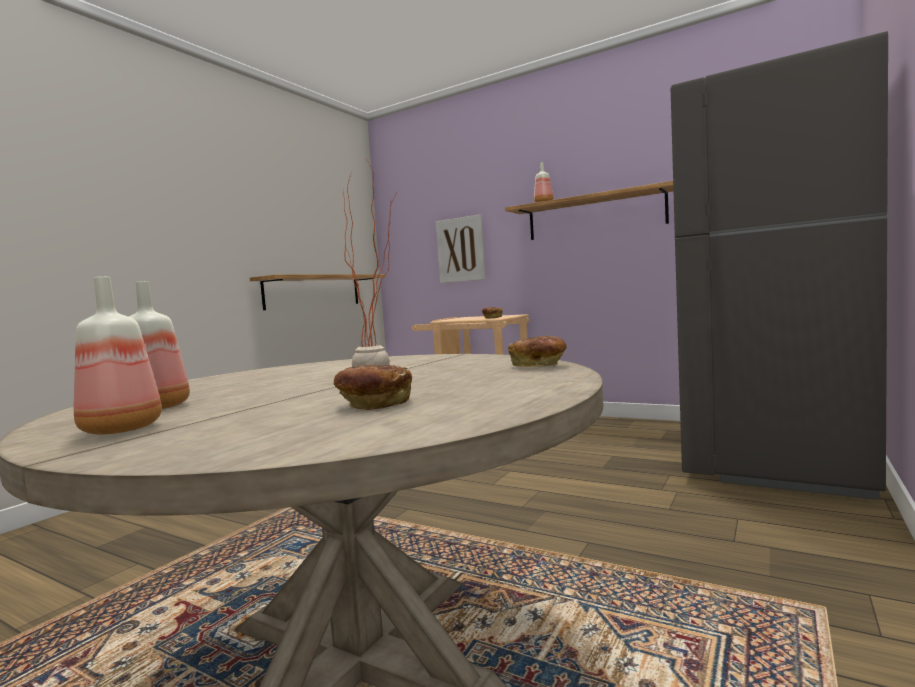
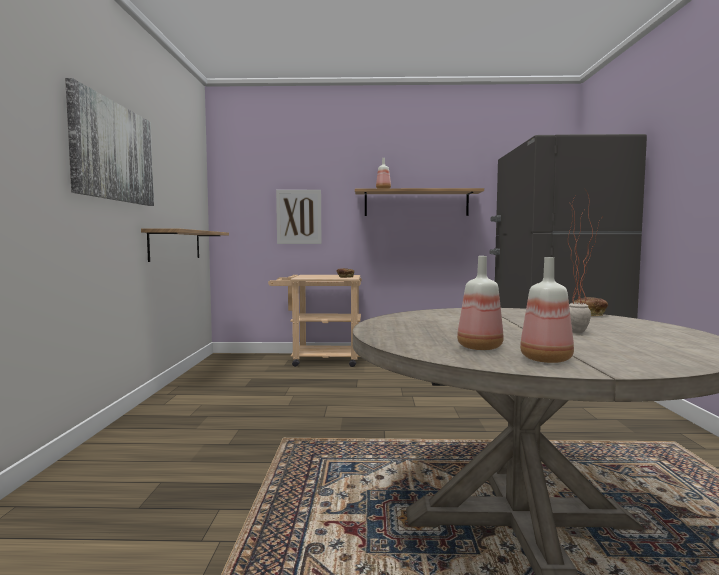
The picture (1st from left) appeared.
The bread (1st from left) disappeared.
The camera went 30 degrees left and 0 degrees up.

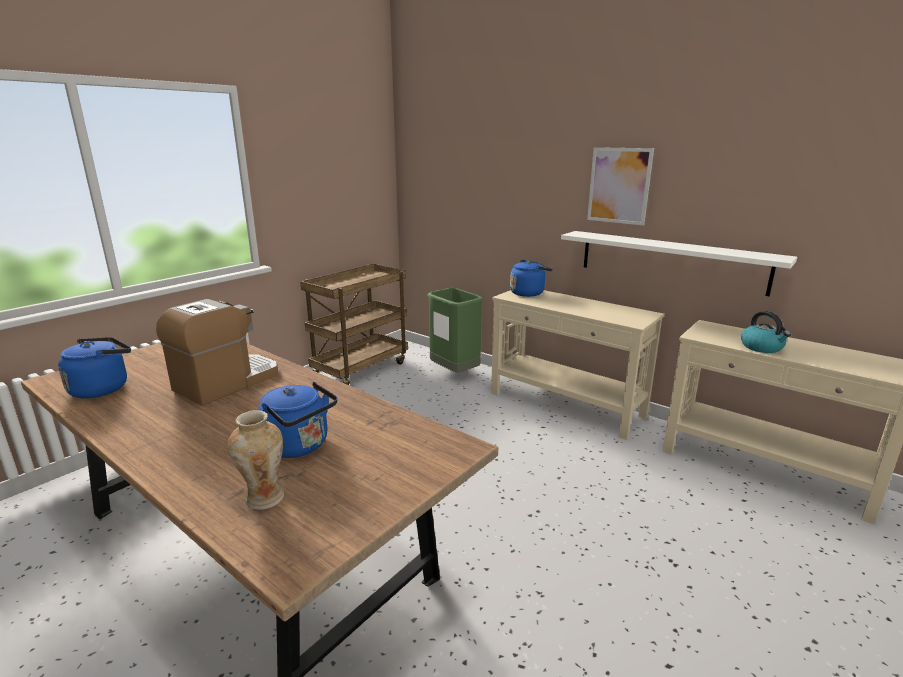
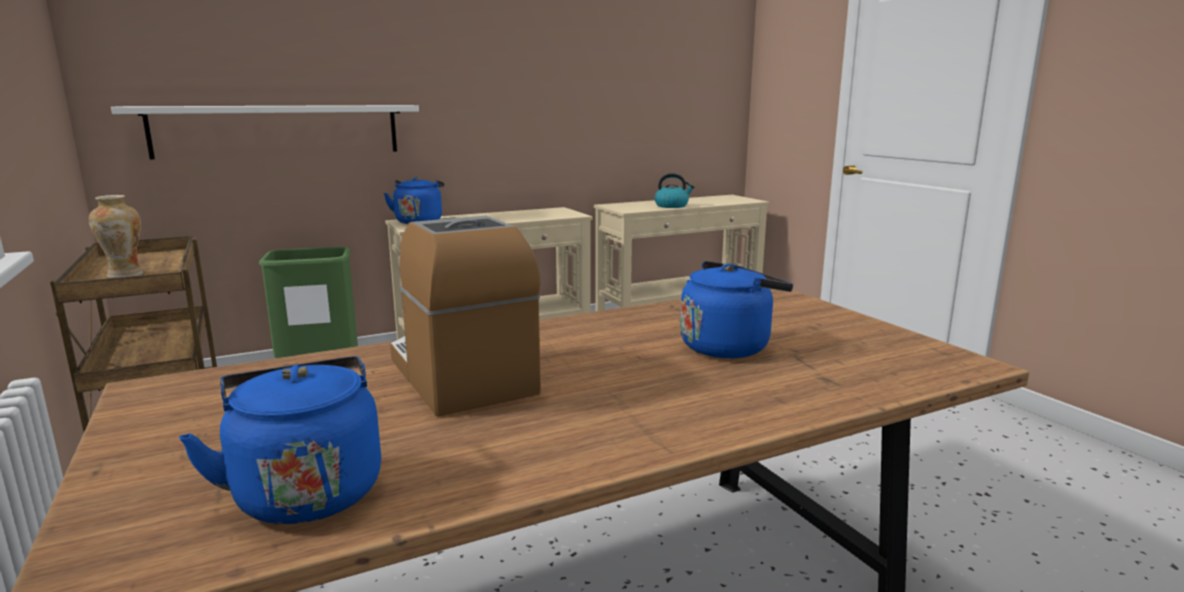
The vase moved.
The white shelf moved.
The picture disappeared.
The camera went 65 degrees left and 5 degrees down.

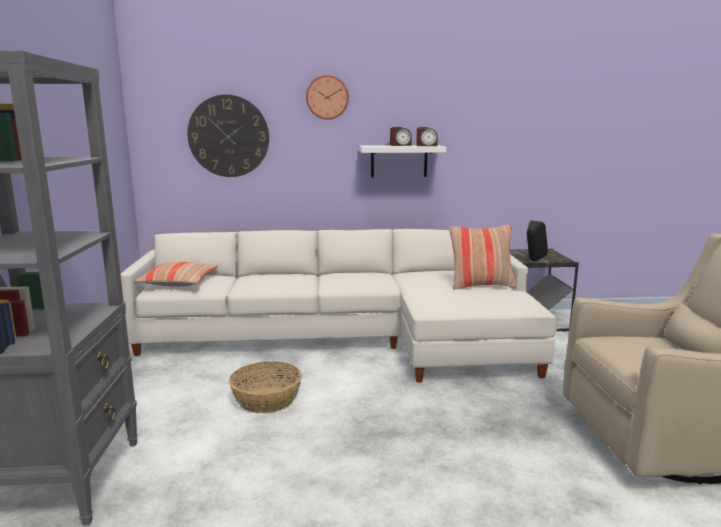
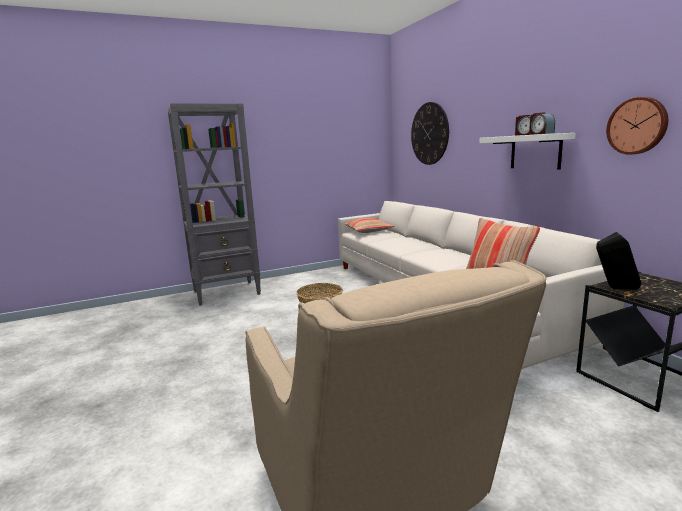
The wall clock (2nd from left) moved.
The camera went 70 degrees right and 0 degrees up.

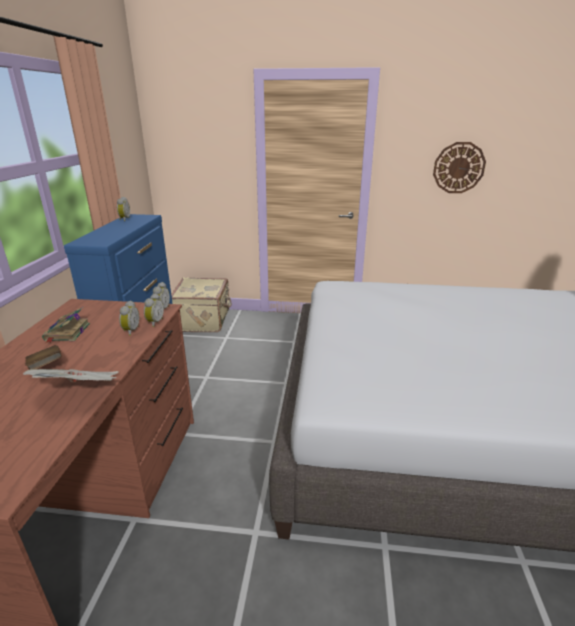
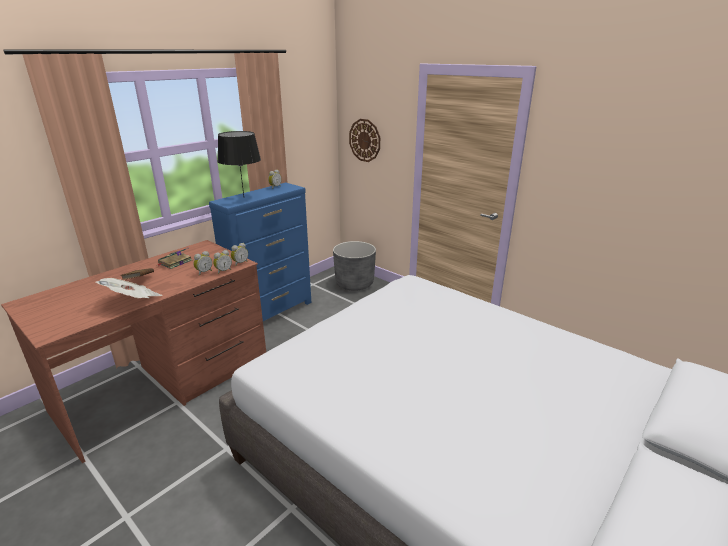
The black table lamp appeared.
The beige suitcase was replaced by the grey planter.
The wall clock moved.
The camera went 35 degrees right and 0 degrees up.

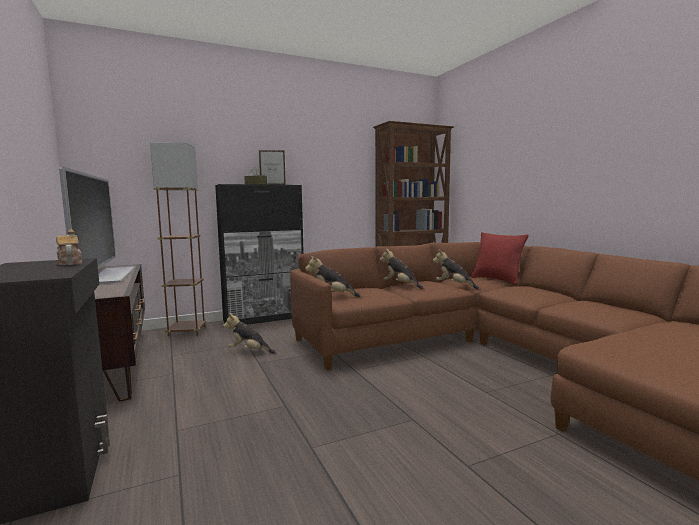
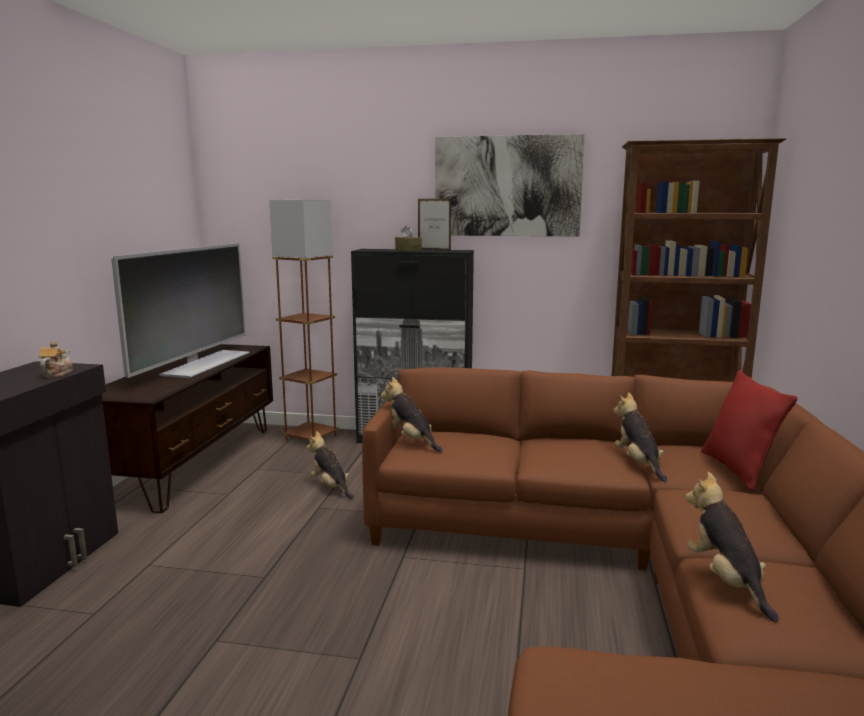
The picture appeared.
The plush toy (3rd from left in the first image) moved.
The camera went 35 degrees right and 5 degrees up.

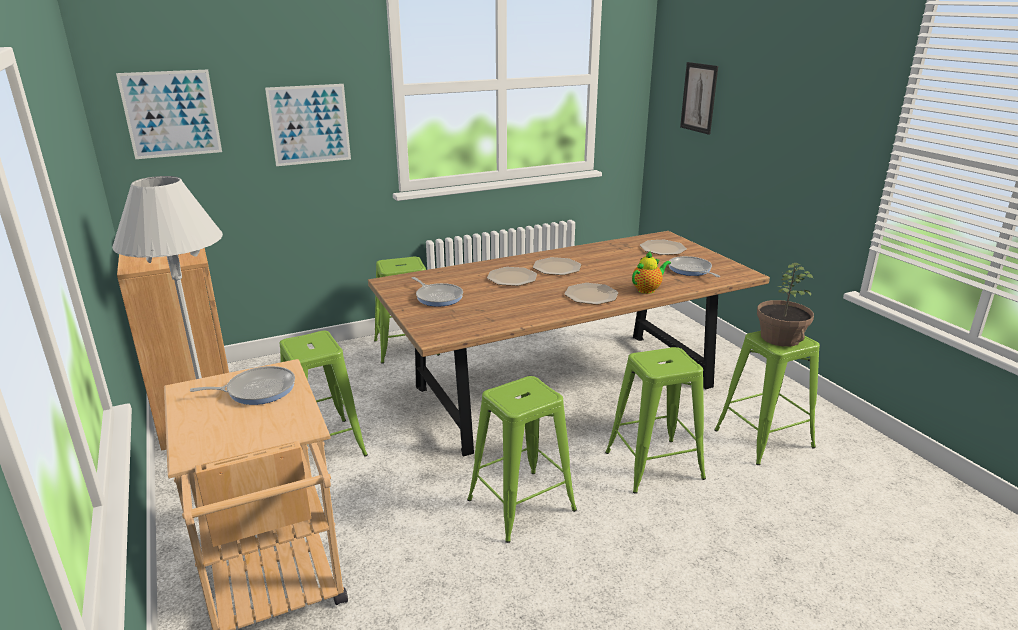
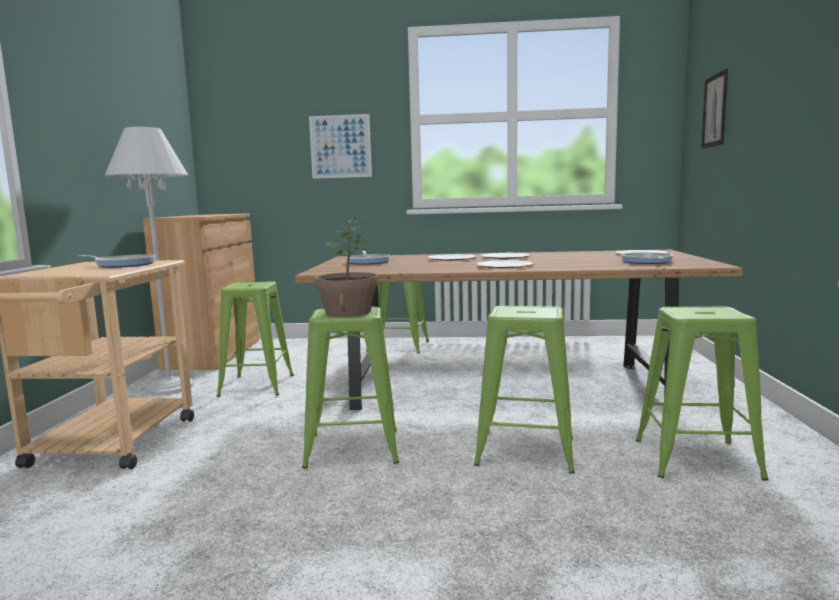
The potted plant moved.
The picture (1st from left) disappeared.
The teapot disappeared.
The camera went 30 degrees right and 15 degrees down.

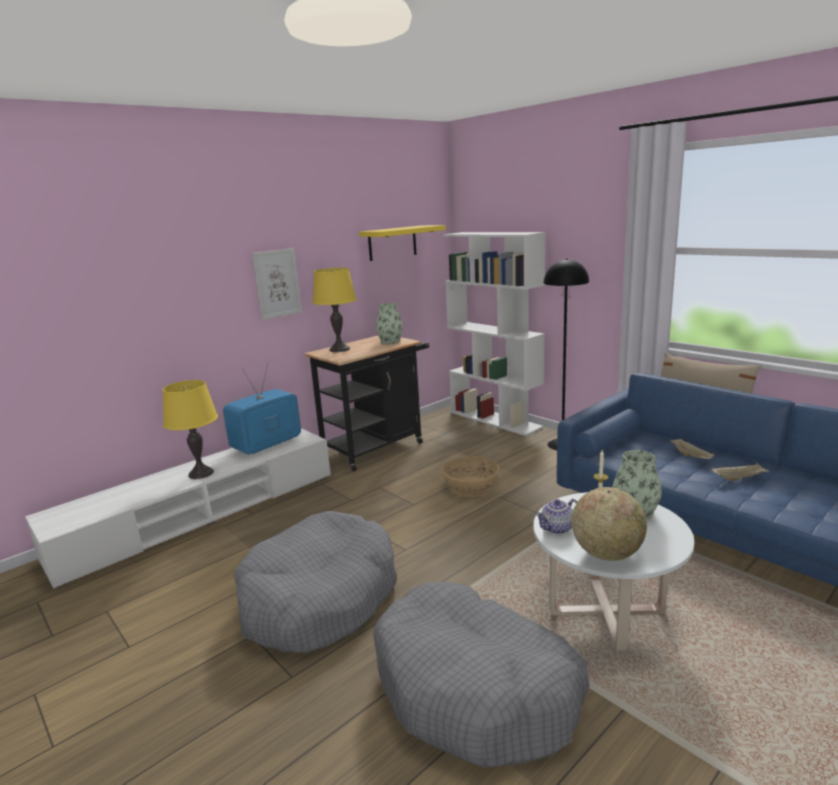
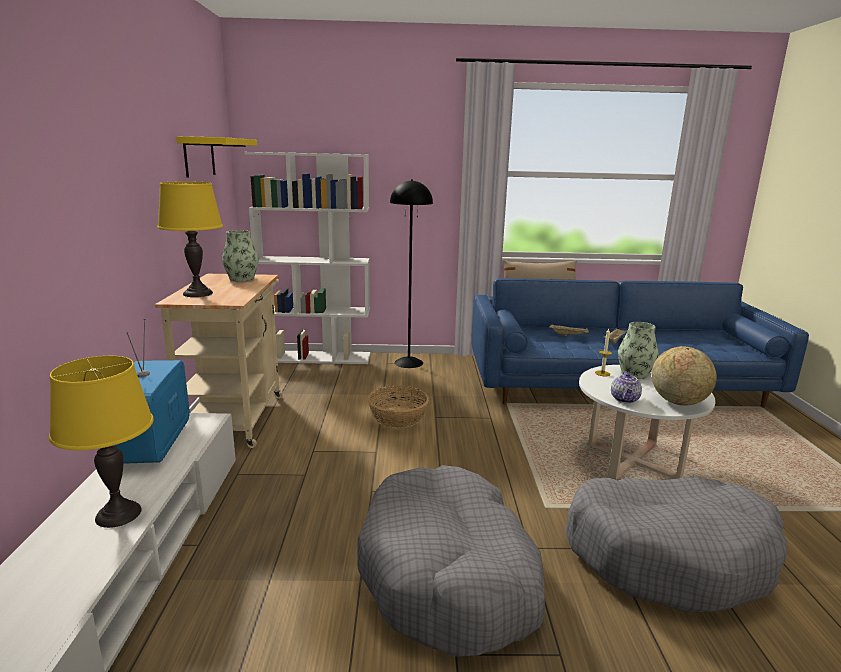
The black cart became the beige cart.
The picture disappeared.
The camera went 50 degrees left and 0 degrees up.

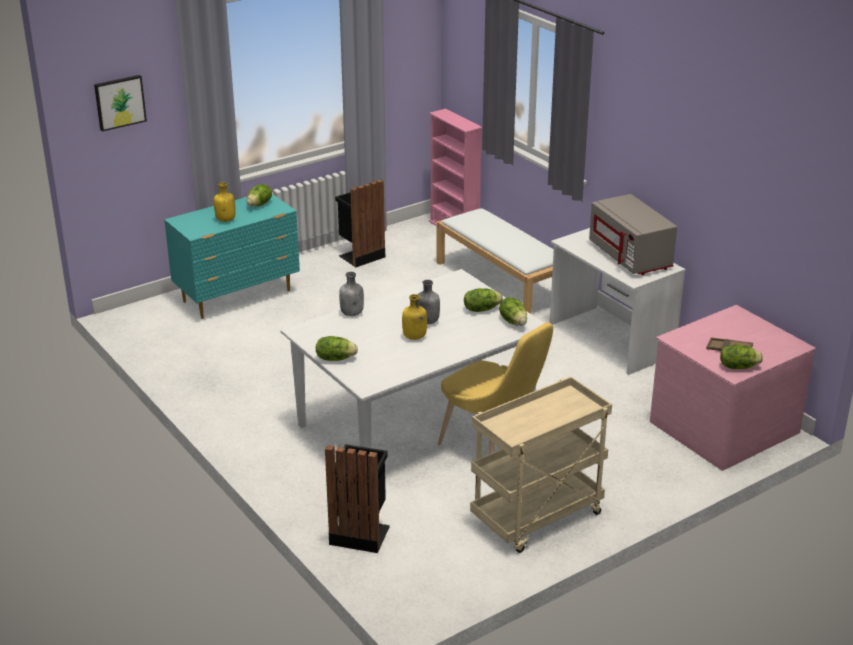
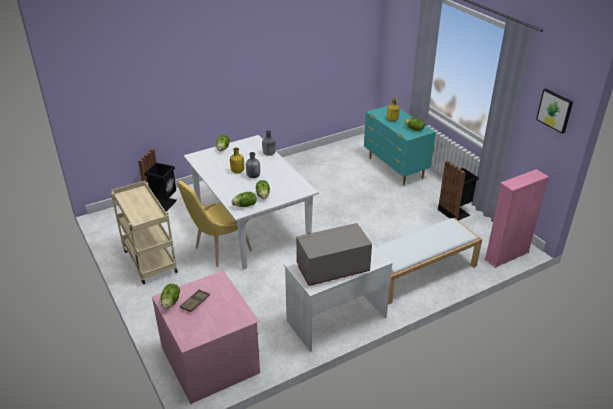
The picture moved.
The camera went 95 degrees right and 5 degrees up.

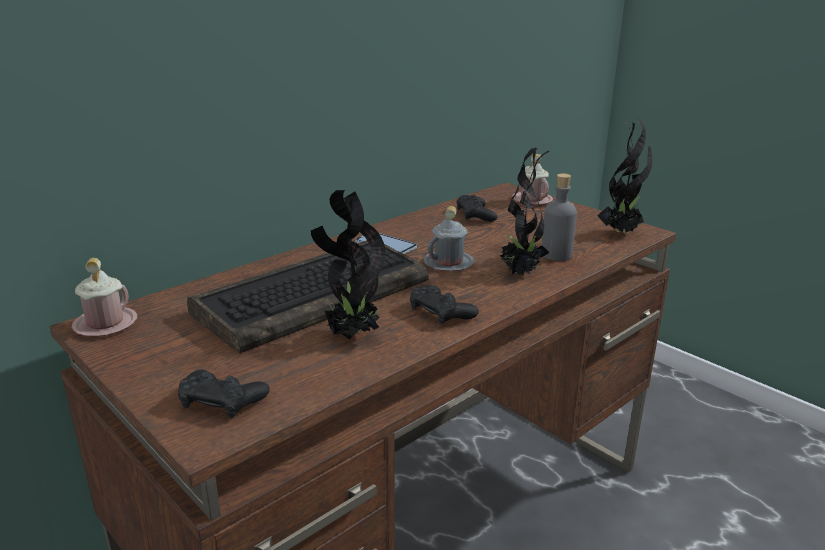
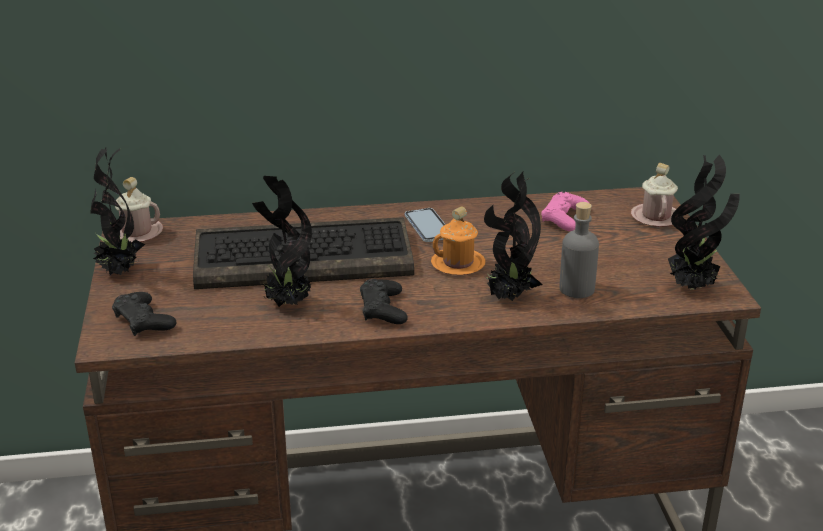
The potted plant (1st from left) appeared.
The grey mug became the orange mug.
The black game controller (3rd from left) became the pink game controller.
The camera went 35 degrees right and 5 degrees up.

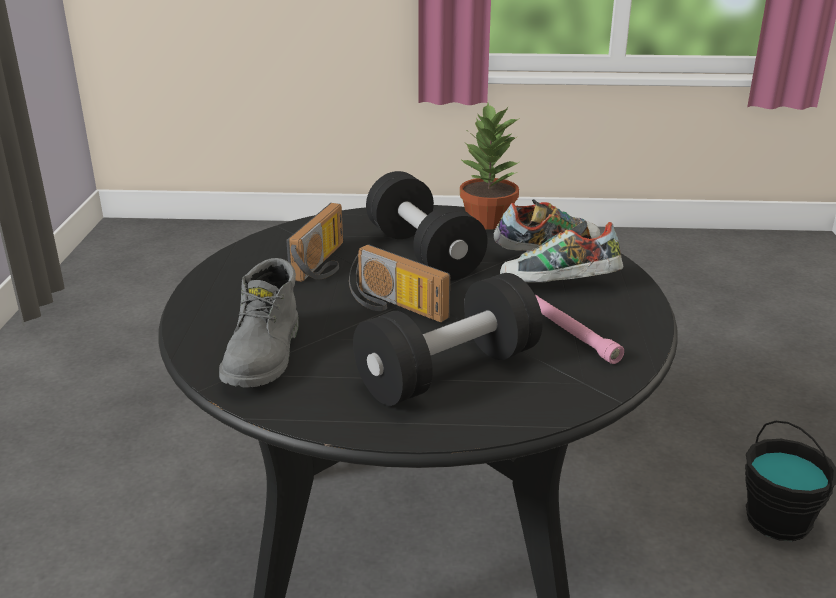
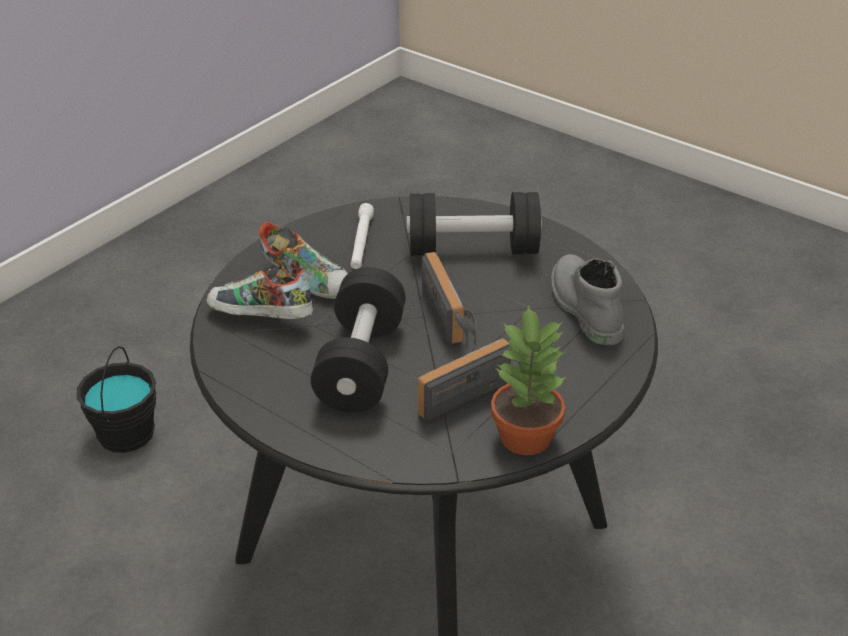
The pink flashlight became the white flashlight.
The potted plant moved.
The grey boot turned 60 degrees counterclockwise.
The camera went 145 degrees left and 10 degrees up.

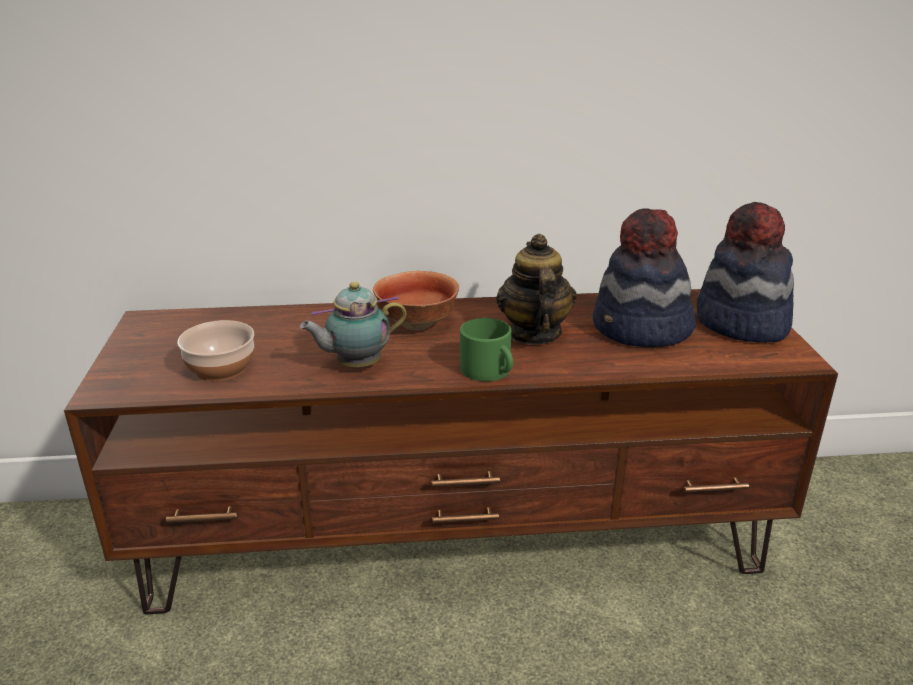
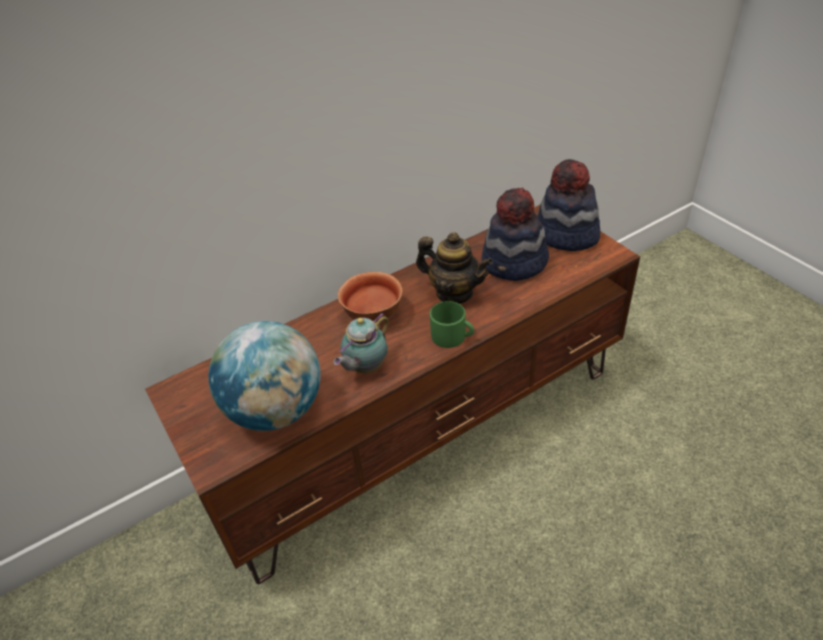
The bowl (1st from left) was replaced by the globe.
The teapot (2nd from left) turned 150 degrees clockwise.
The camera went 25 degrees left and 15 degrees up.

